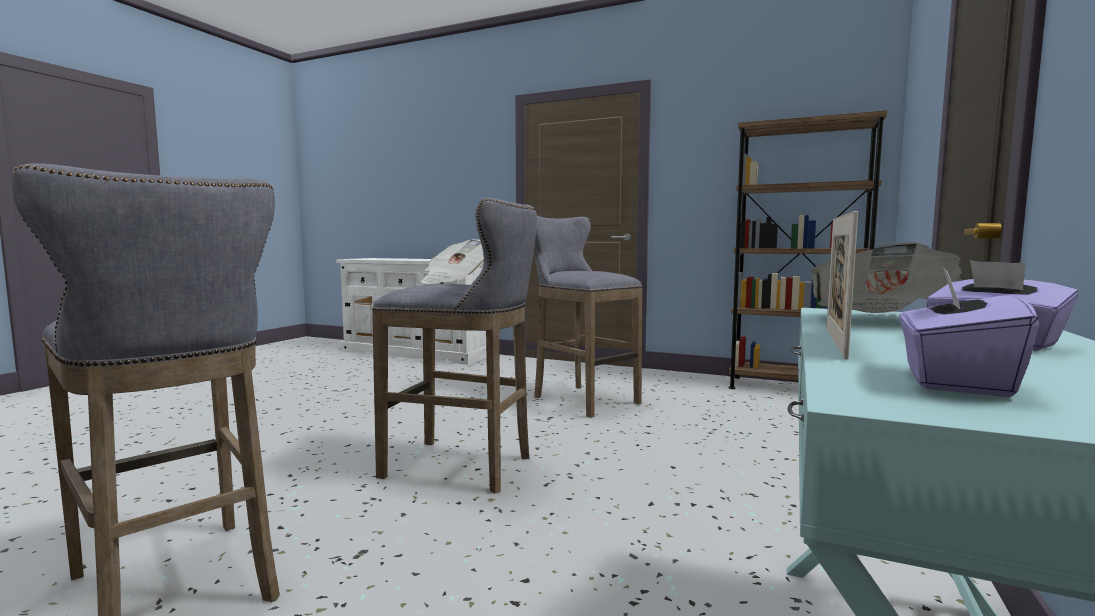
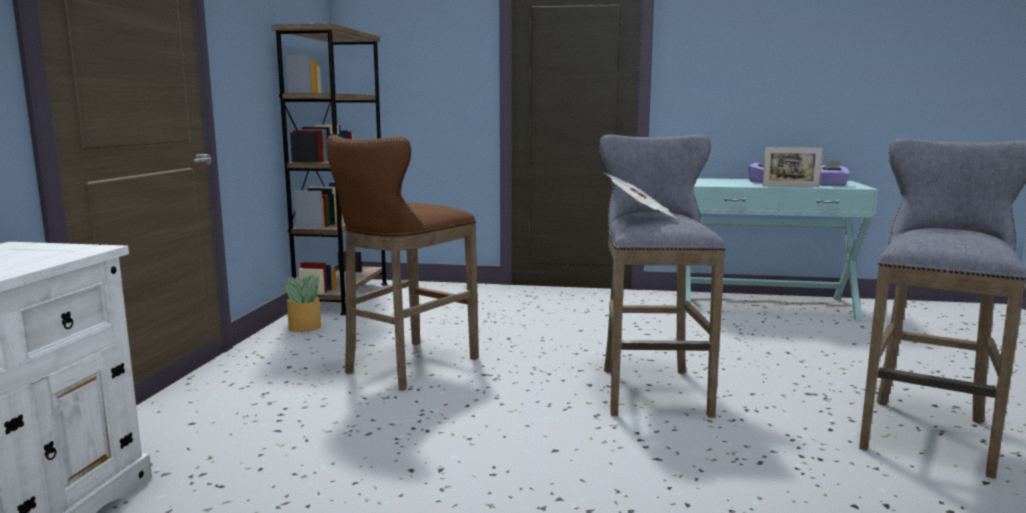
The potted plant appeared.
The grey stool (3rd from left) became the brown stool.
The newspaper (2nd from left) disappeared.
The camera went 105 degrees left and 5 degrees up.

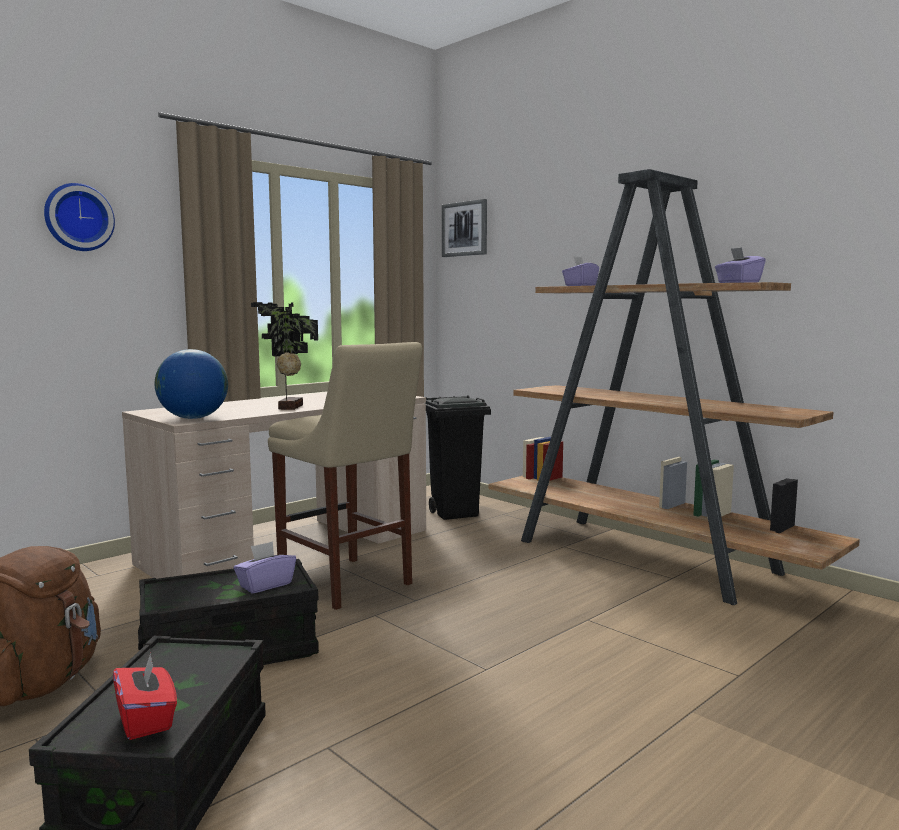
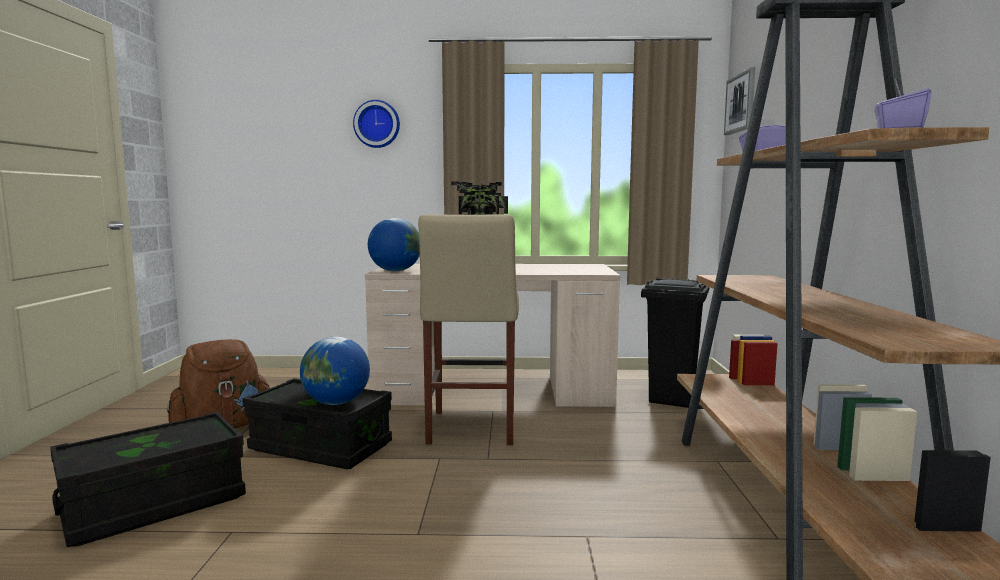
The purple tissue box (1st from left) was replaced by the globe (1st from left).
The red tissue box disappeared.
The camera went 45 degrees right and 0 degrees up.

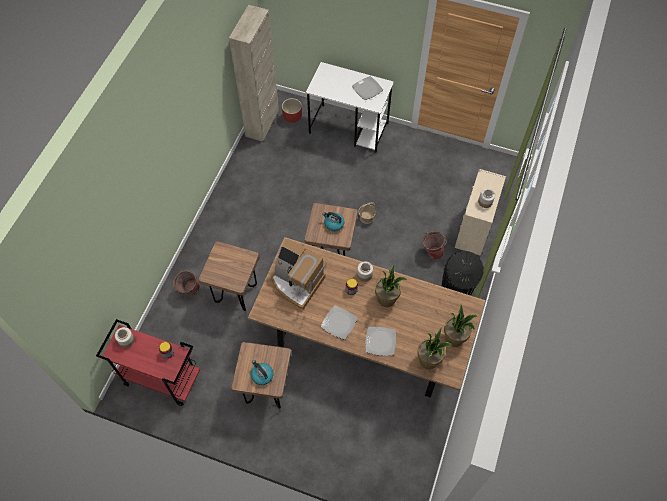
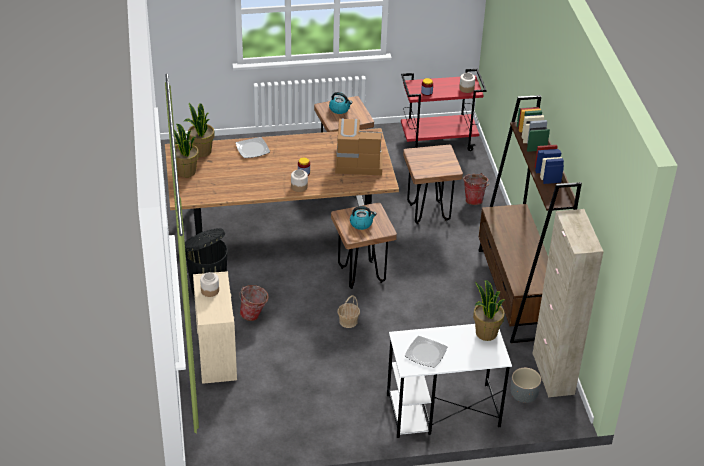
The potted plant (1st from left in the first image) moved.
The brown bookcase appeared.
The red planter became the grey planter.
The plate (1st from left) disappeared.
The camera went 150 degrees right and 20 degrees down.

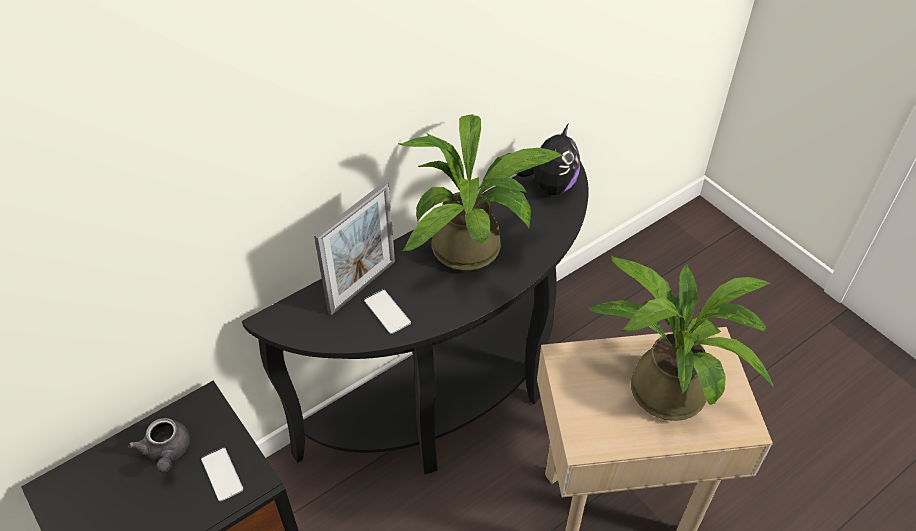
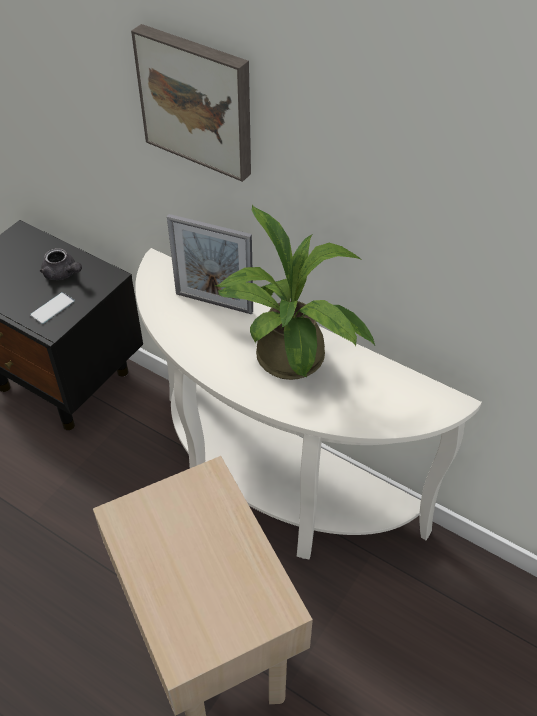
The grey teapot turned 105 degrees counterclockwise.
The picture appeared.
The black console table became the white console table.
The phone (2nd from left) disappeared.
The plush toy disappeared.
The potted plant (2nd from left) disappeared.
The camera went 70 degrees right and 0 degrees up.

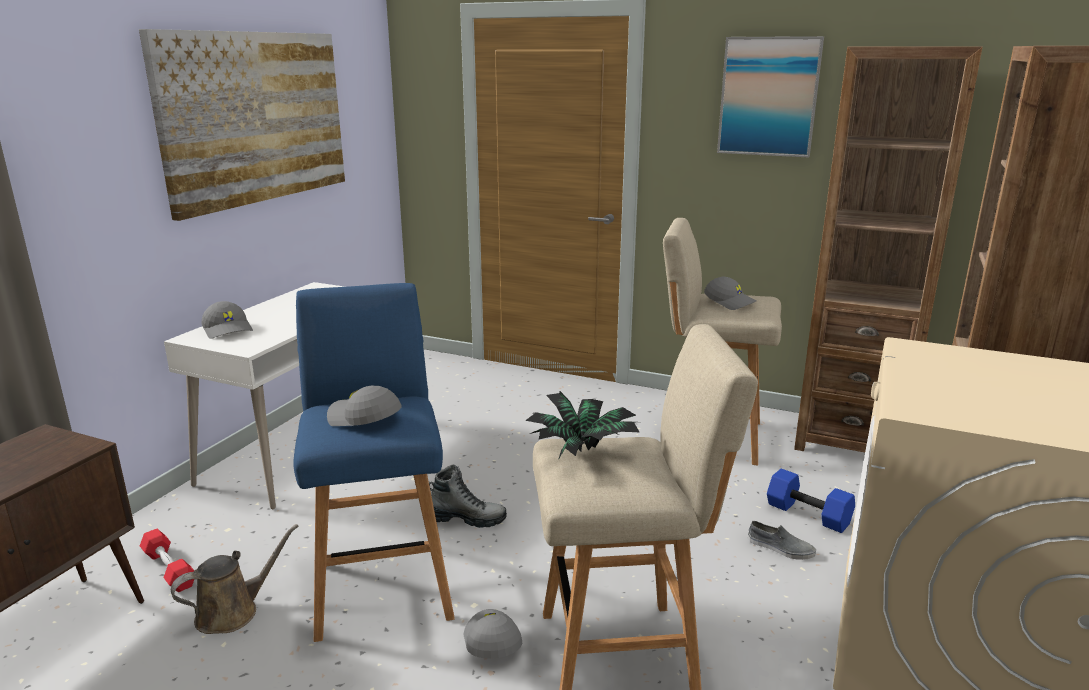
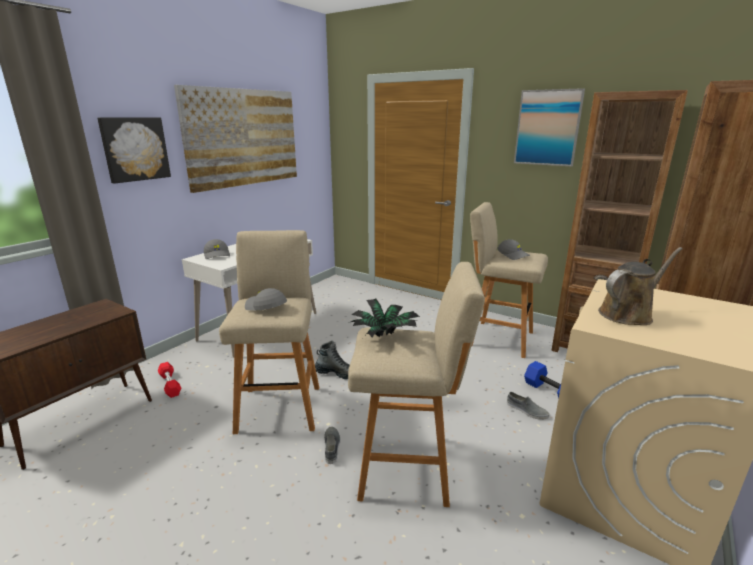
The picture (1st from left) appeared.
The blue stool became the beige stool (1st from left).
The grey cap (3rd from left) was replaced by the grey shoe (1st from left).
The brown watering can moved.
The camera went 10 degrees right and 0 degrees up.

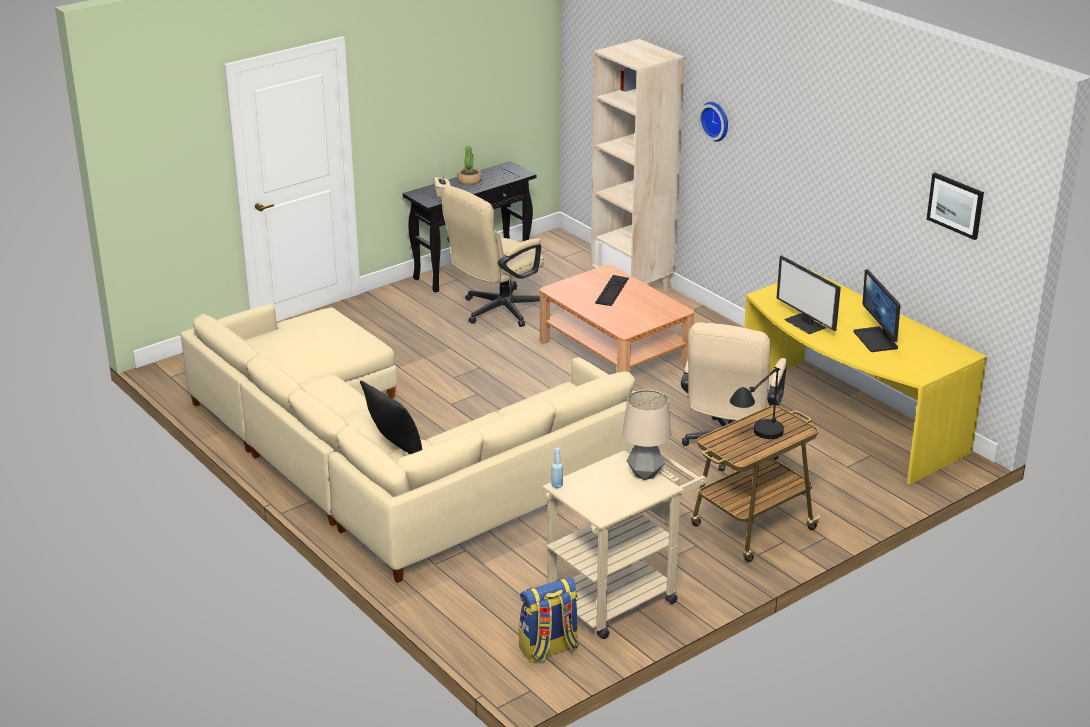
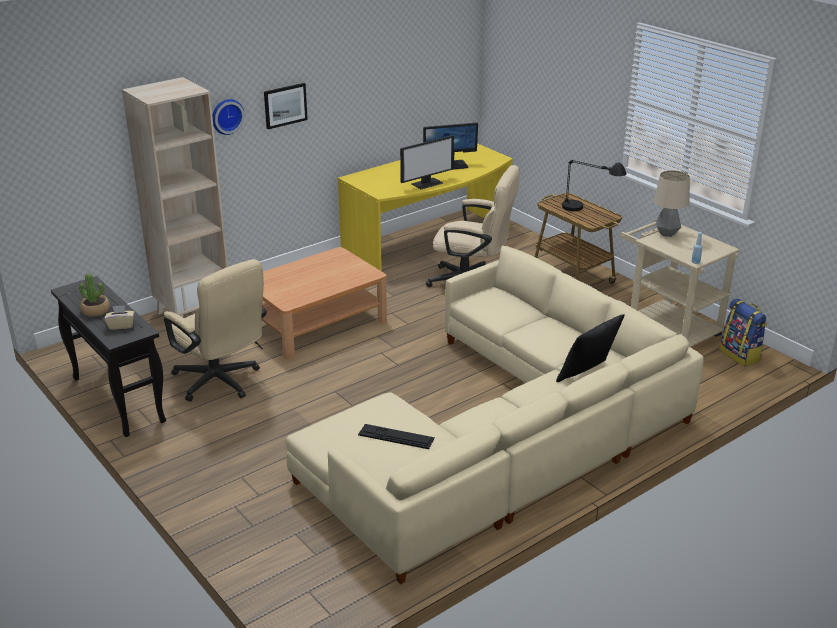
The picture moved.
The keyboard moved.
The camera went 90 degrees left and 0 degrees up.

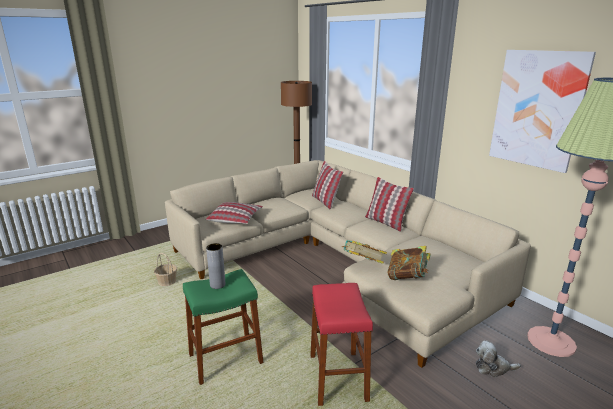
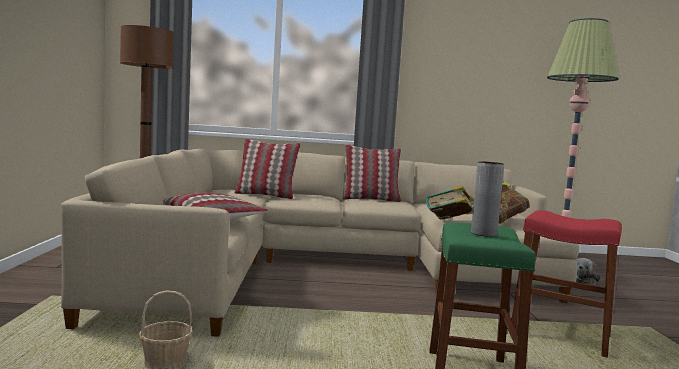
The picture disappeared.
The camera went 55 degrees left and 15 degrees down.

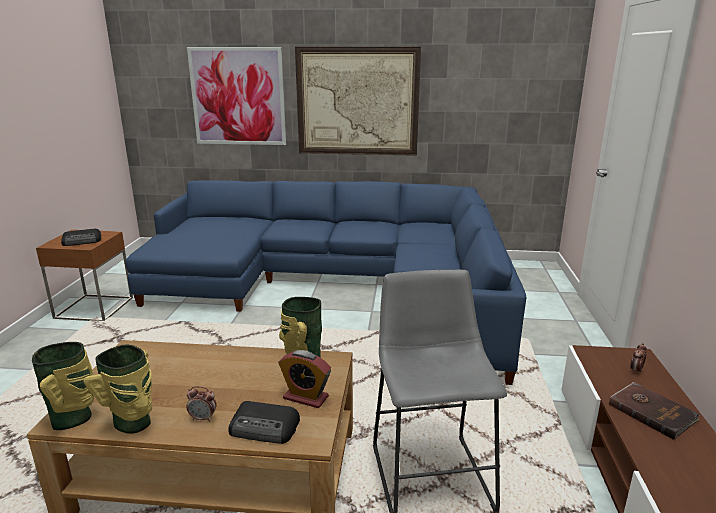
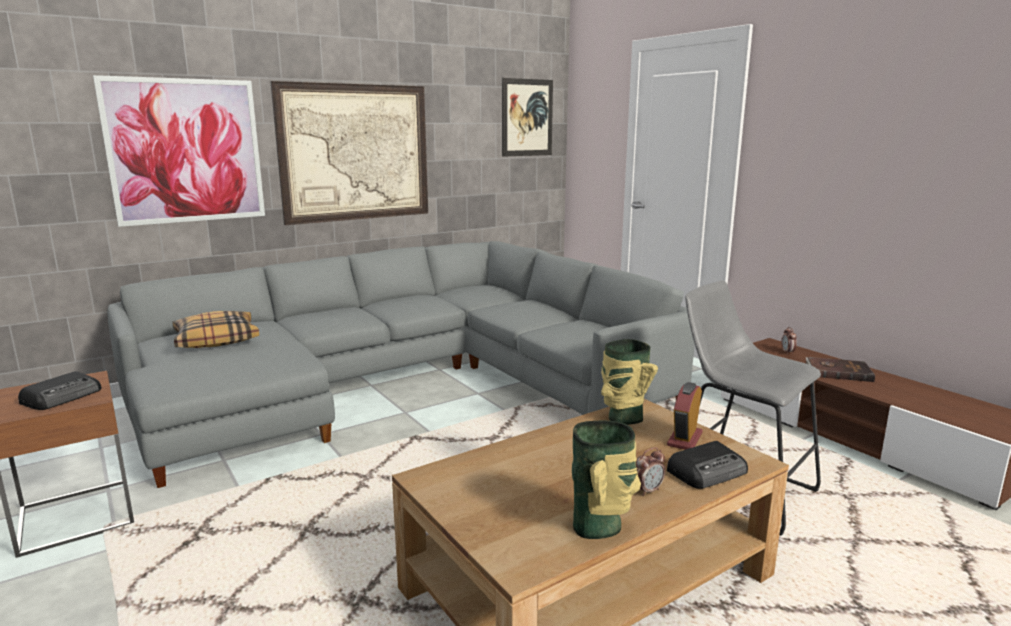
The blue sofa became the grey sofa.
The pillow appeared.
The picture (3rd from left) appeared.
The alarm clock (2nd from left) turned 135 degrees clockwise.
The vase (1st from left) disappeared.
The camera went 40 degrees left and 5 degrees down.

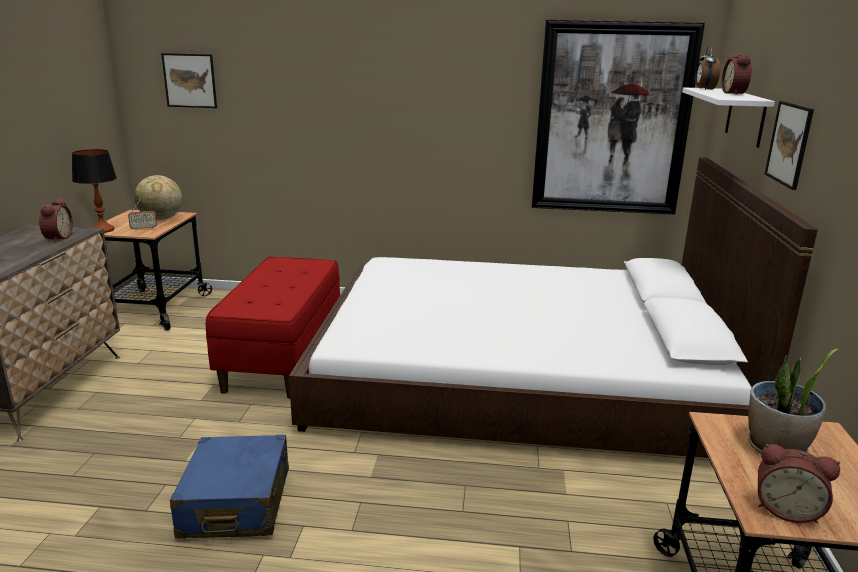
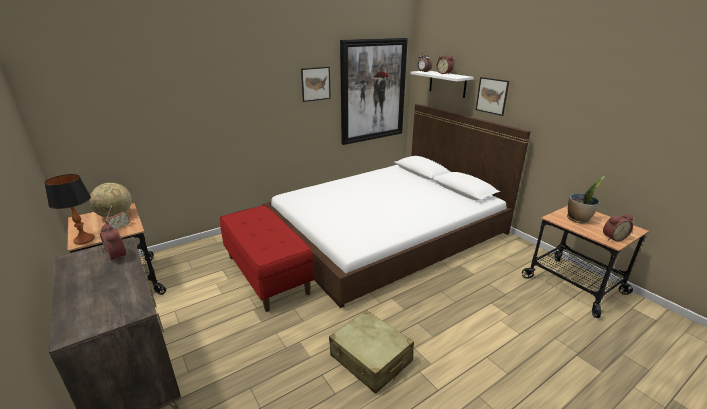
The picture (1st from left) moved.
The blue suitcase became the beige suitcase.
The camera went 40 degrees left and 5 degrees up.

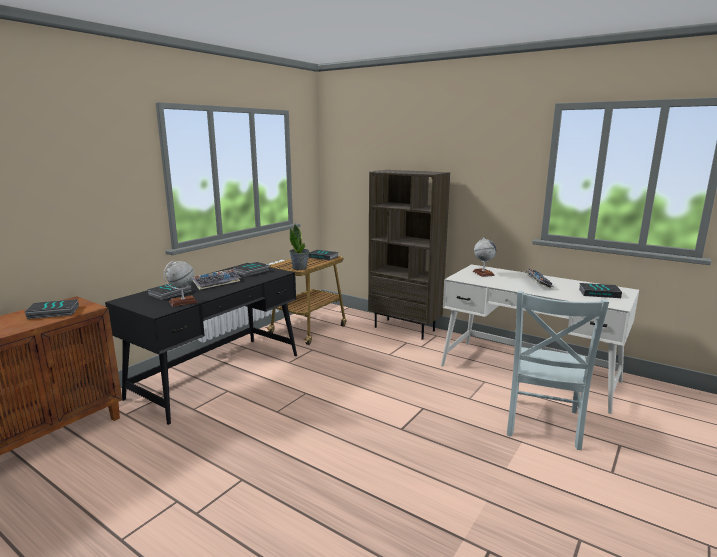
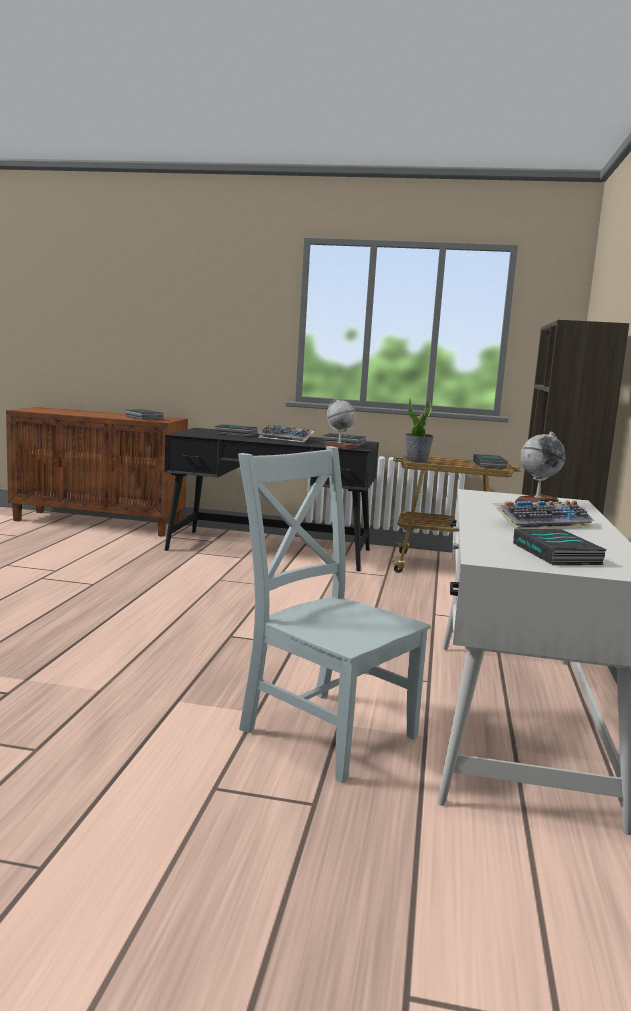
The grey chair turned 45 degrees clockwise.
The globe (1st from left) moved.
The camera went 65 degrees right and 5 degrees down.

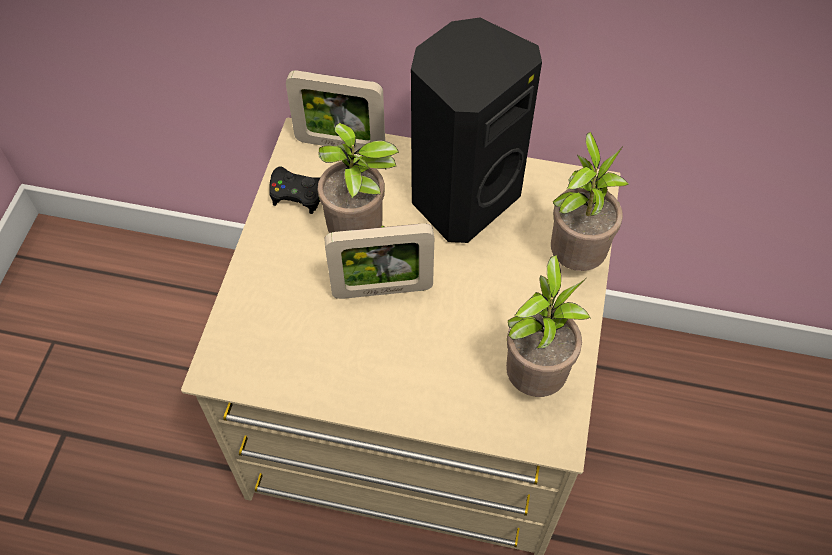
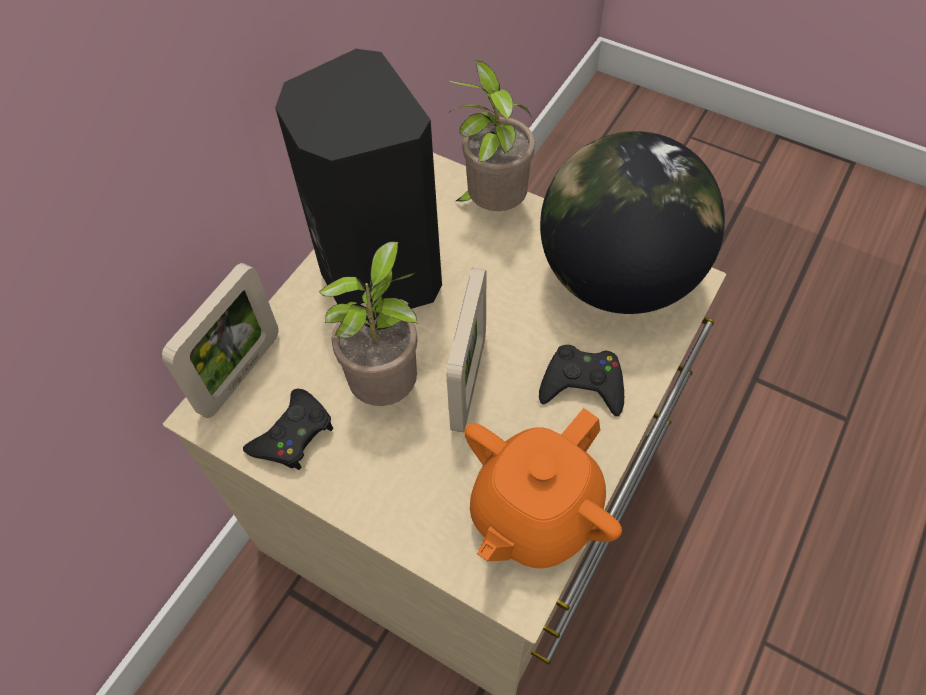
The orange teapot appeared.
The black game controller (2nd from left) appeared.
The potted plant (2nd from left) was replaced by the globe.
The camera went 70 degrees left and 0 degrees up.

